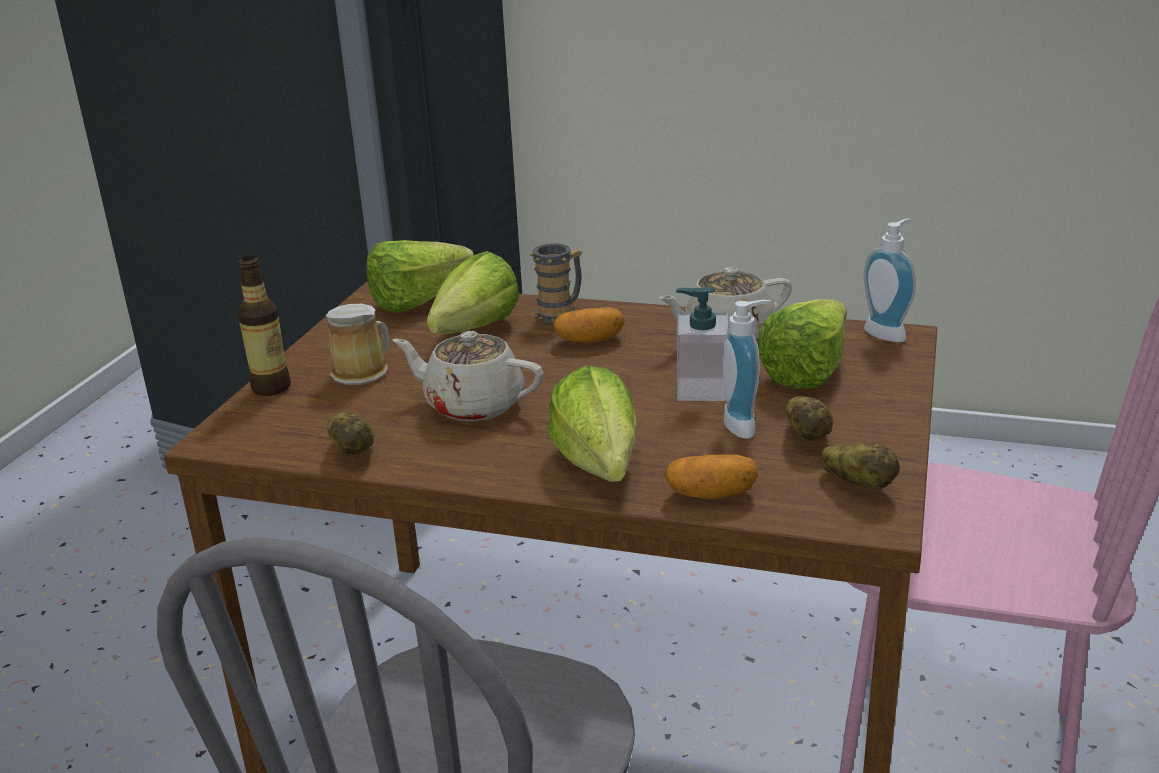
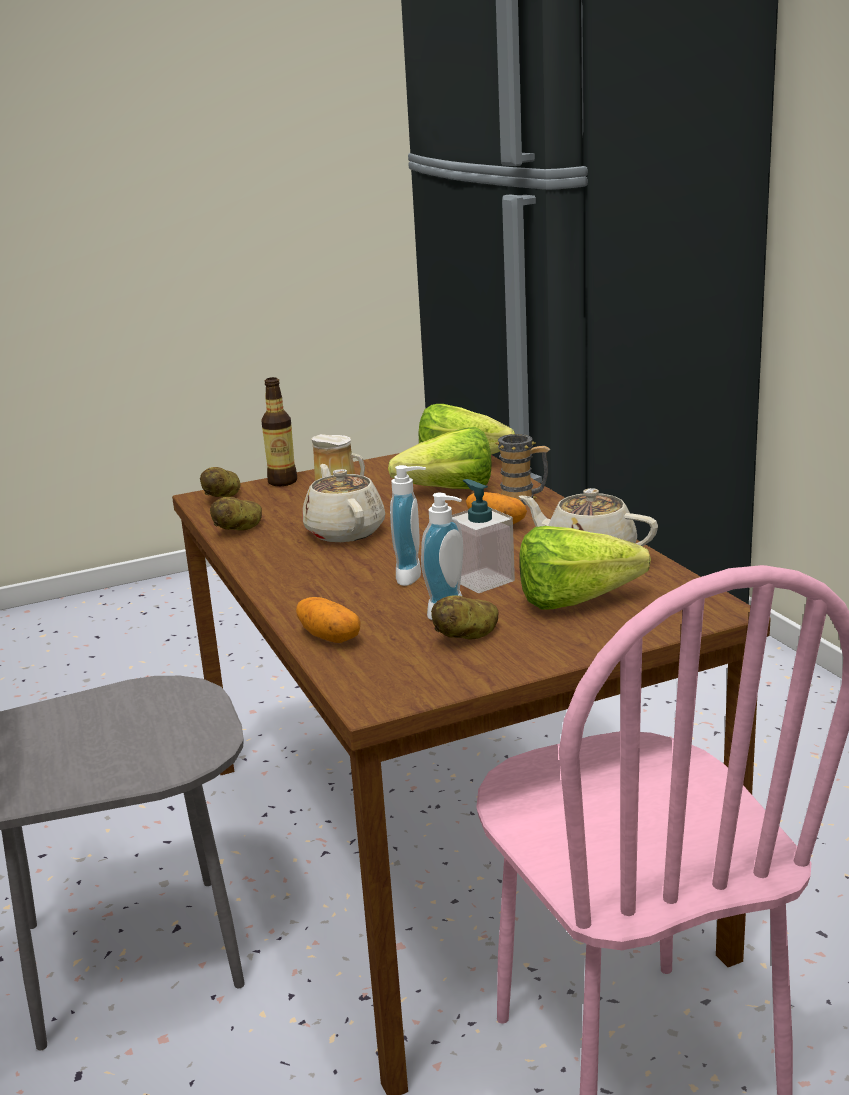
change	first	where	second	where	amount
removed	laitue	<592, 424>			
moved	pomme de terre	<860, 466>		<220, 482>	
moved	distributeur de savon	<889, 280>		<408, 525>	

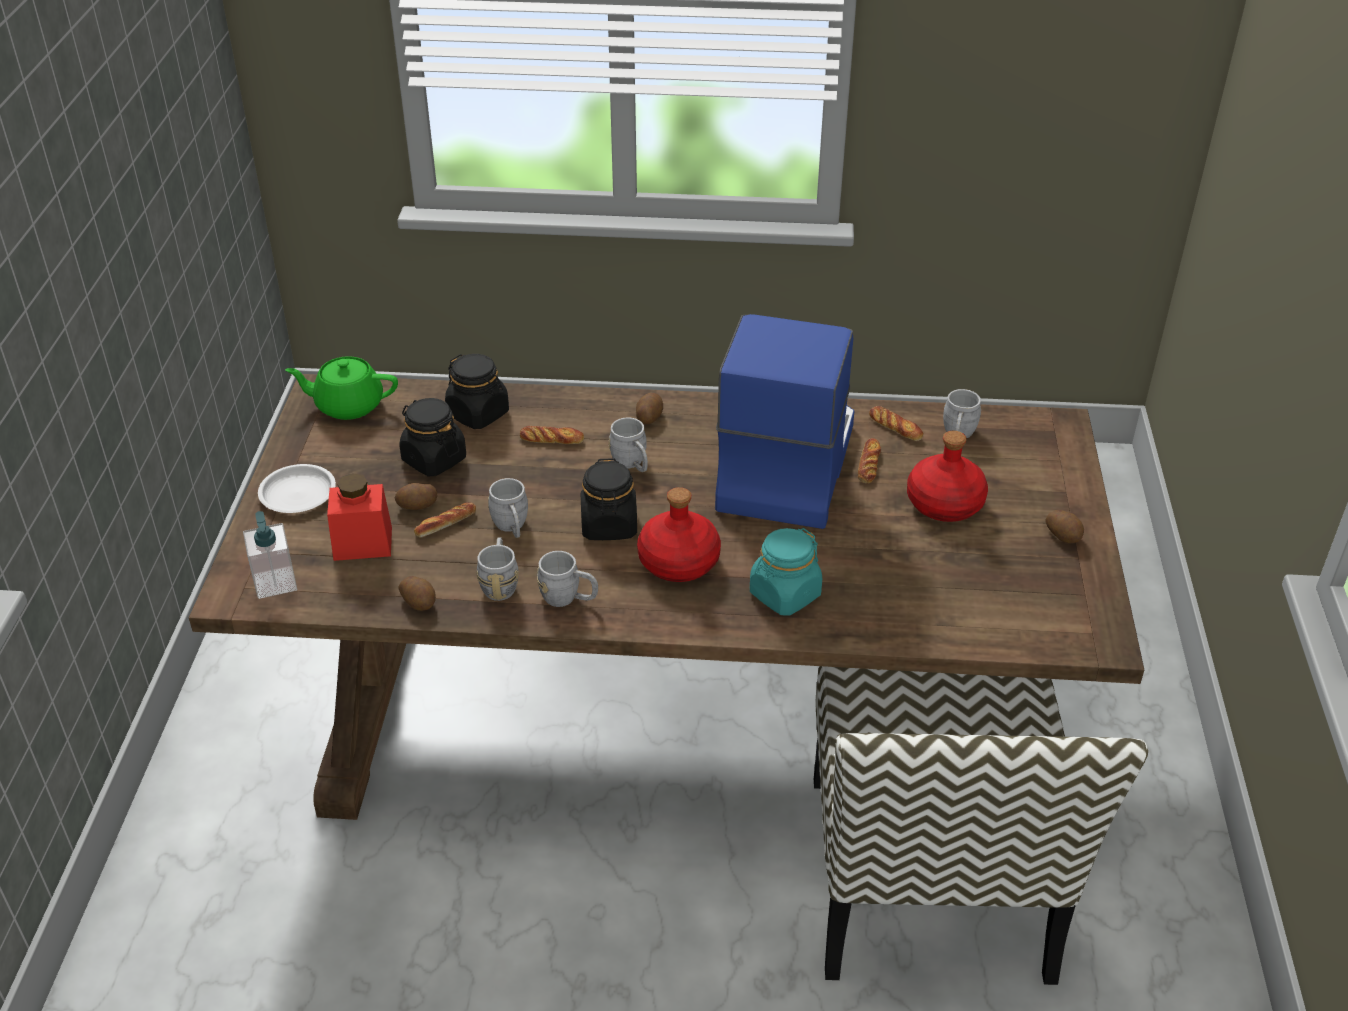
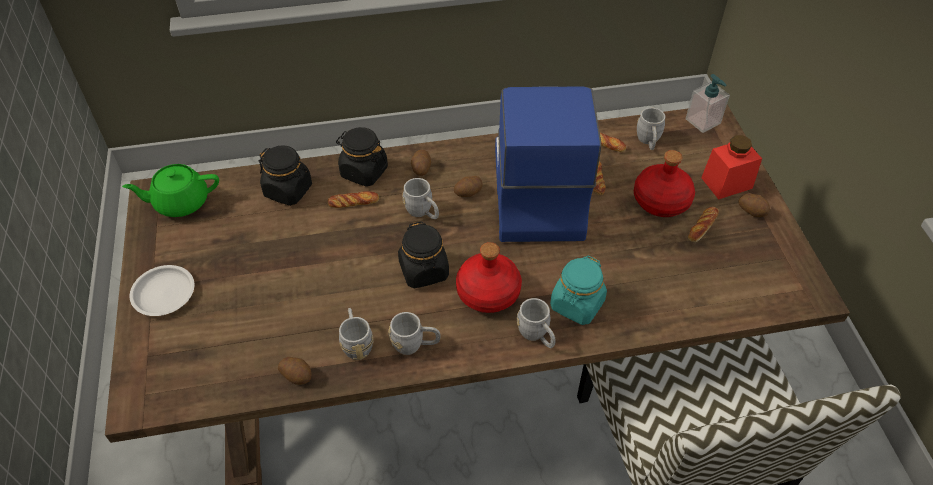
change	first	where	second	where	amount
moved	distributeur de savon	<270, 555>		<708, 103>	
moved	bocal/rouge	<359, 517>		<731, 167>	
moved	pomme de terre	<416, 496>		<468, 186>	
moved	bocal/noir	<432, 437>		<362, 157>	
moved	pain	<445, 520>		<703, 224>	
moved	mug/gris	<508, 508>		<536, 323>	

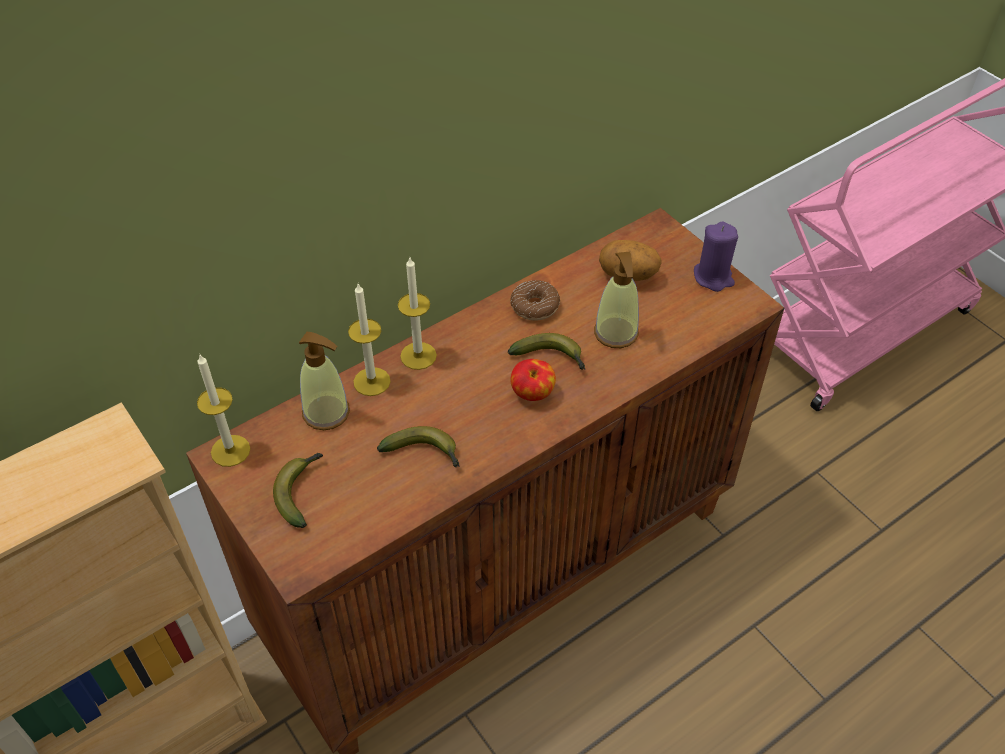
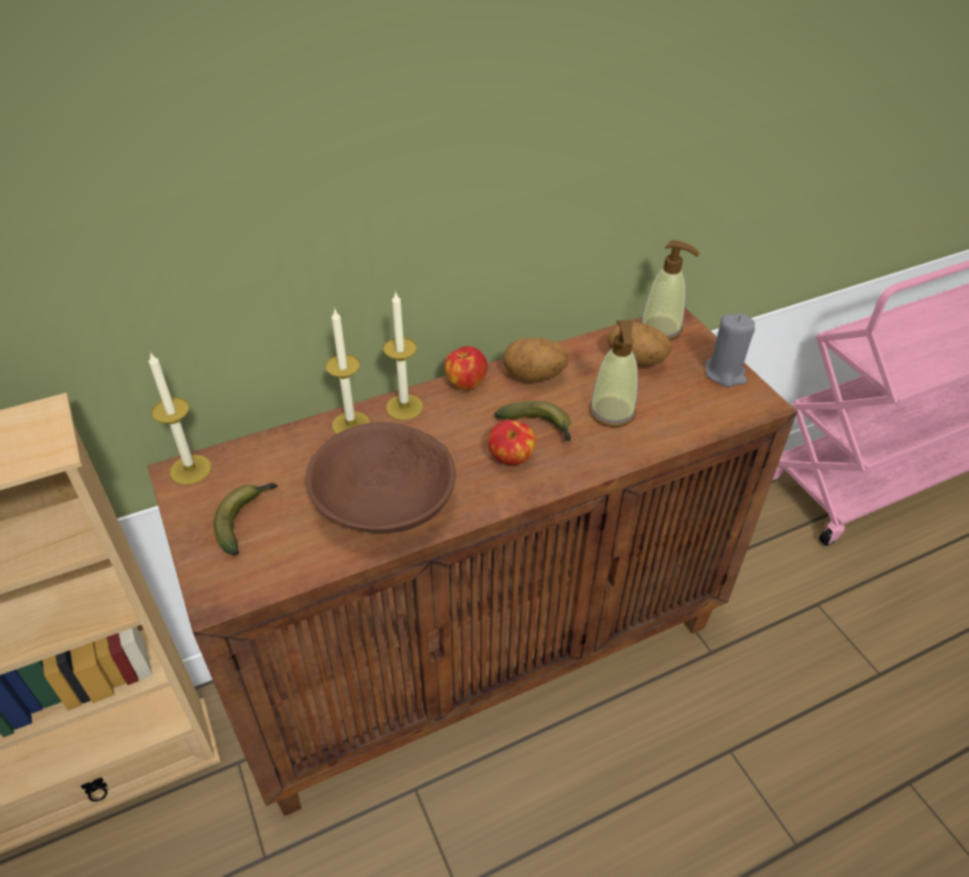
change	first	where	second	where	amount
added			pomme	<466, 368>	
moved	distributeur de savon	<324, 381>		<670, 290>	
replaced	banane	<418, 446>	bol/marron	<380, 477>	
replaced	beignet	<535, 300>	pomme de terre	<536, 359>	
recoloured	bougie/violet	<716, 257>	bougie/gris	<730, 350>	

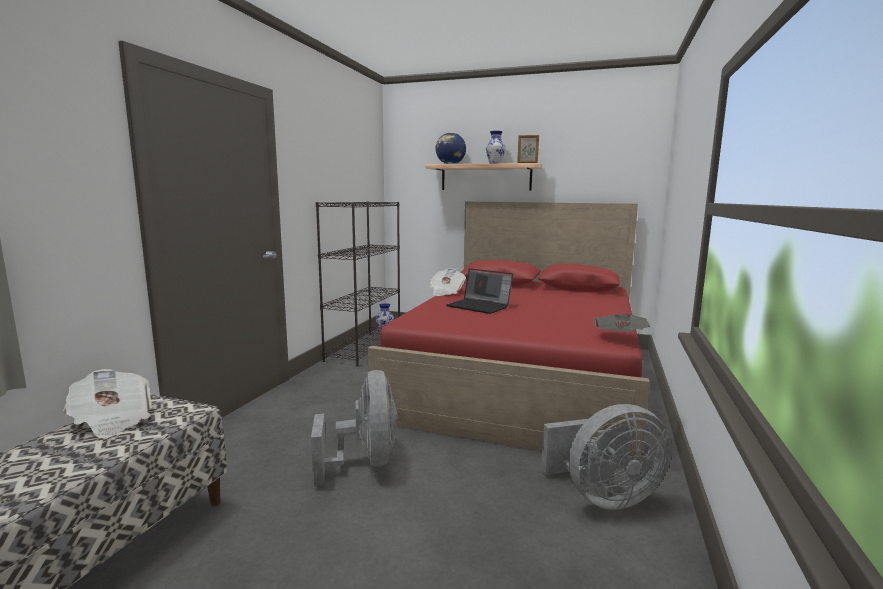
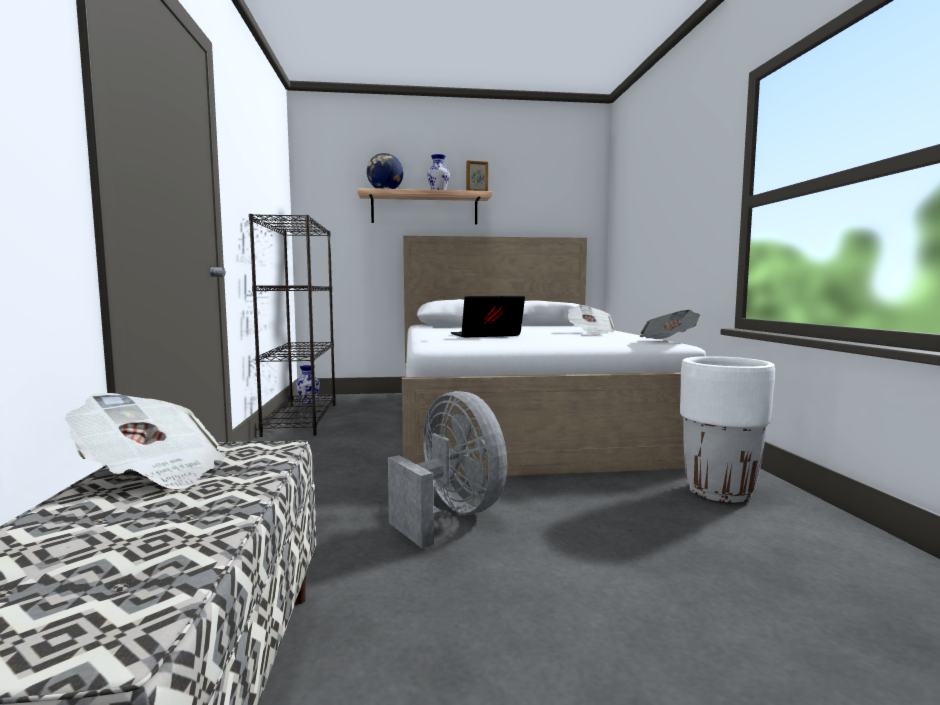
change	first	where	second	where	amount
moved	journal	<448, 282>		<590, 320>	
replaced	ventilateur/gris	<606, 457>	cache-pot/blanc	<727, 429>	
recoloured	lit/rouge	<508, 328>	lit/blanc	<554, 357>	
turned	ordinateur portable	<479, 291>		<488, 317>	150 degrees clockwise

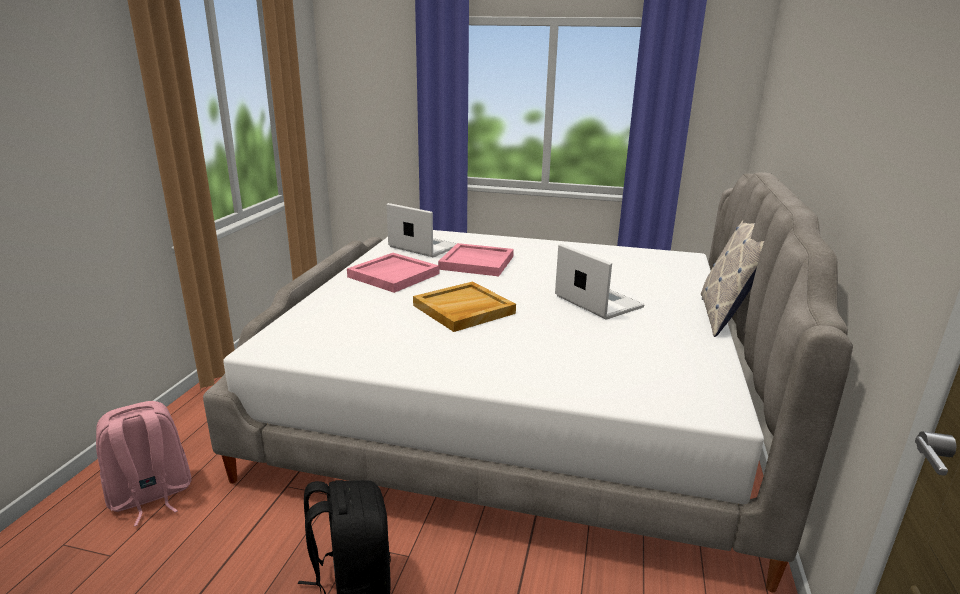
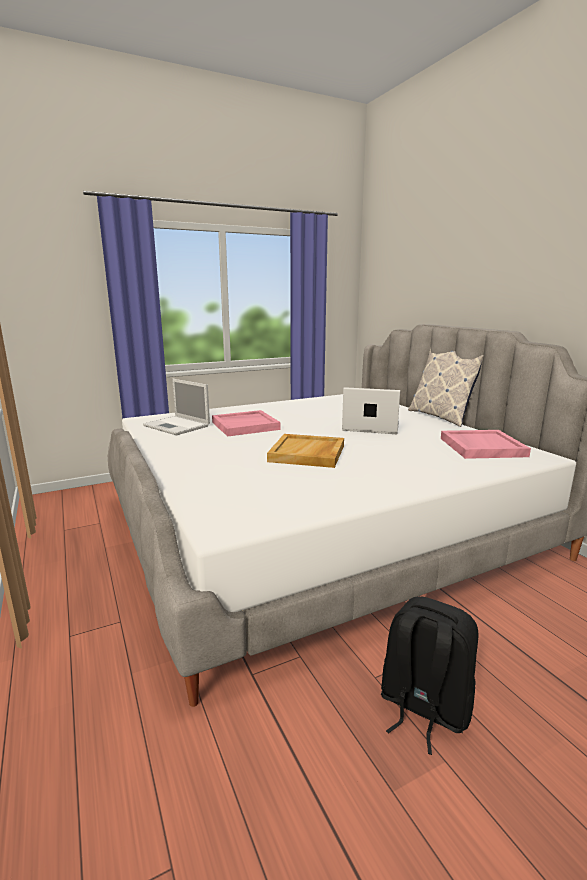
change	first	where	second	where	amount
removed	sac à dos/rose	<144, 463>			
moved	plateau/rose	<393, 273>		<486, 444>	
turned	ordinateur portable	<421, 230>		<176, 407>	135 degrees counterclockwise

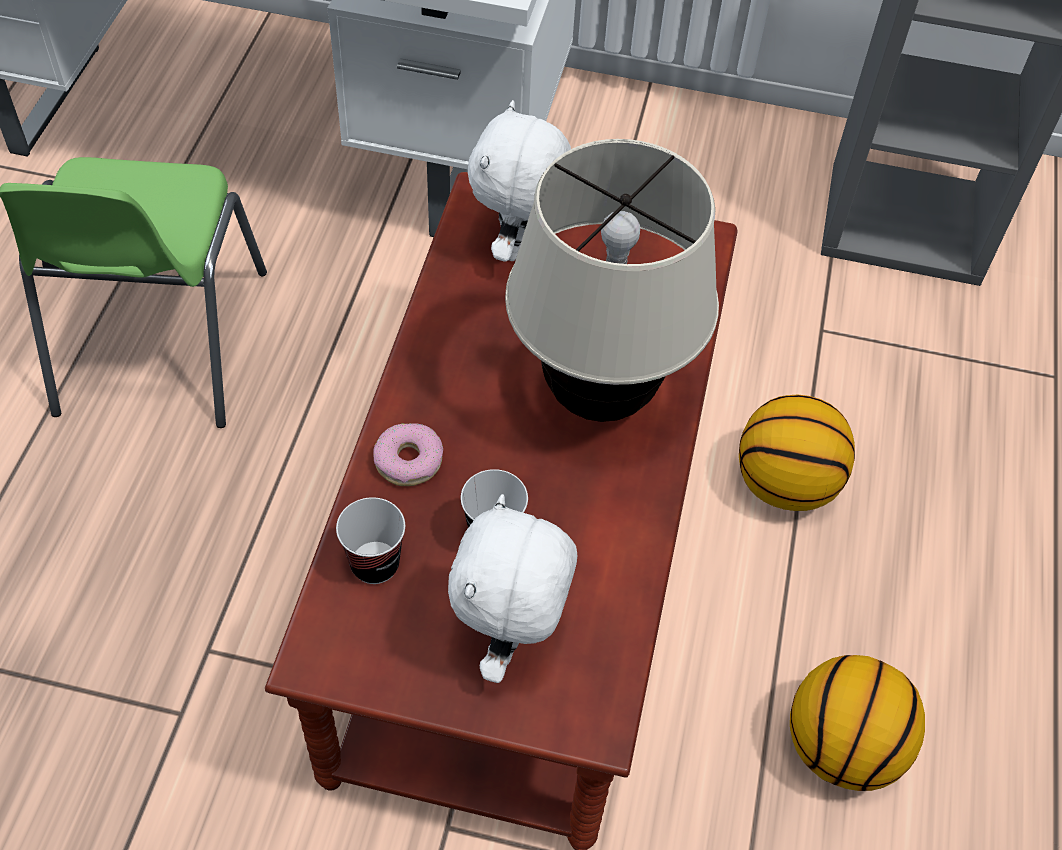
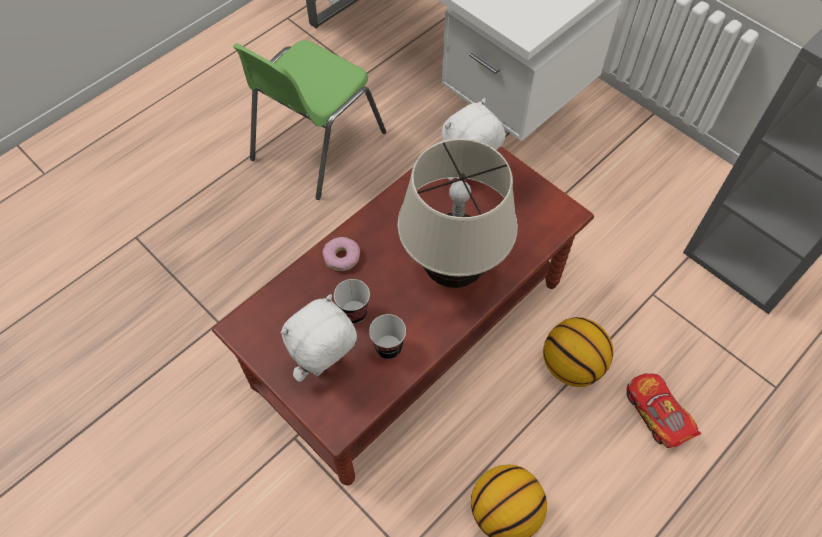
change	first	where	second	where	amount
added			petite voiture	<663, 410>	
moved	tasse	<370, 540>		<387, 336>	

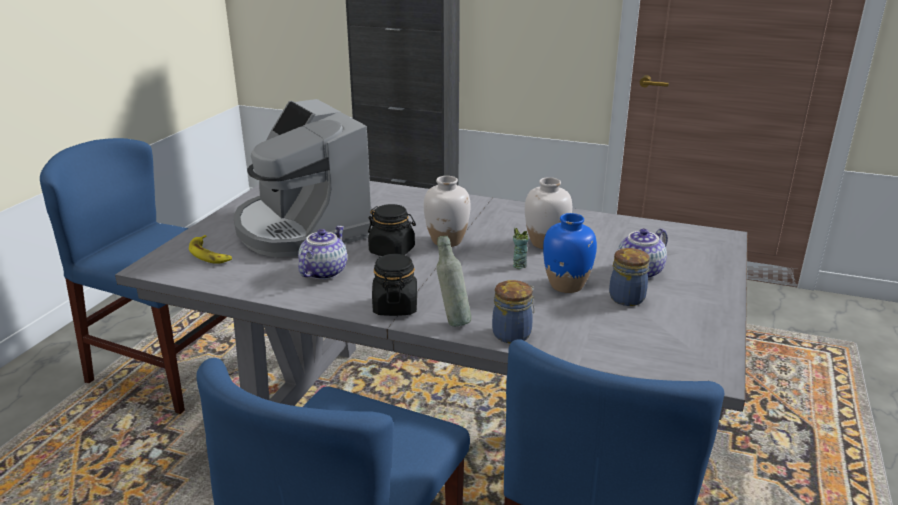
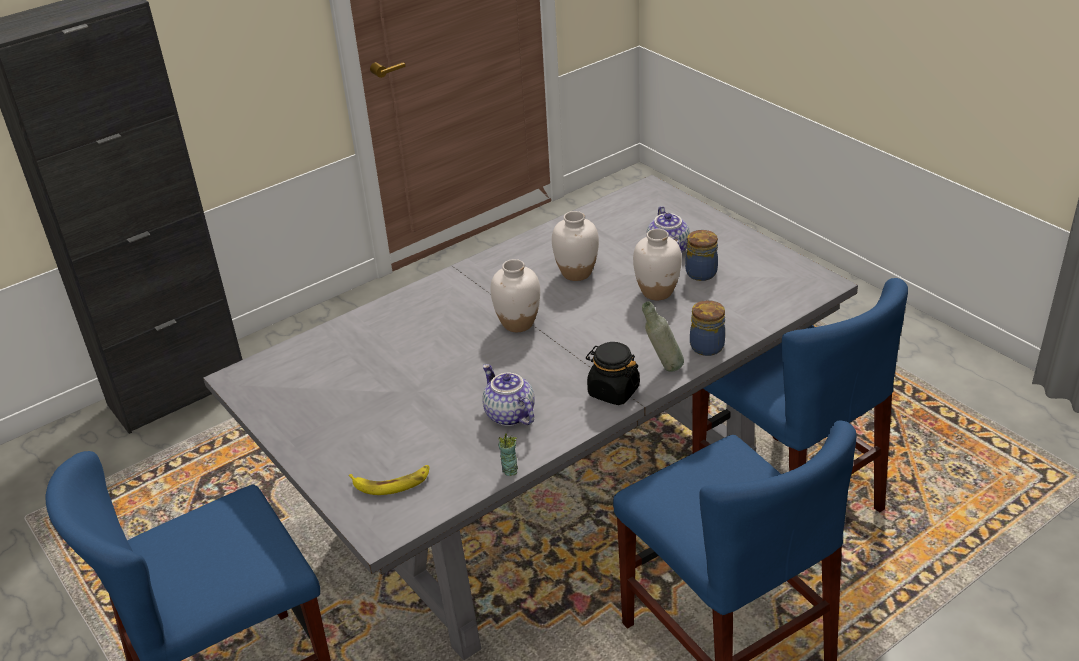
change	first	where	second	where	amount
removed	machine à café	<303, 178>			
removed	bocal/noir	<392, 230>			
moved	tasse	<521, 248>		<508, 454>	
recoloured	vase/bleu	<570, 253>	vase/blanc	<657, 264>	

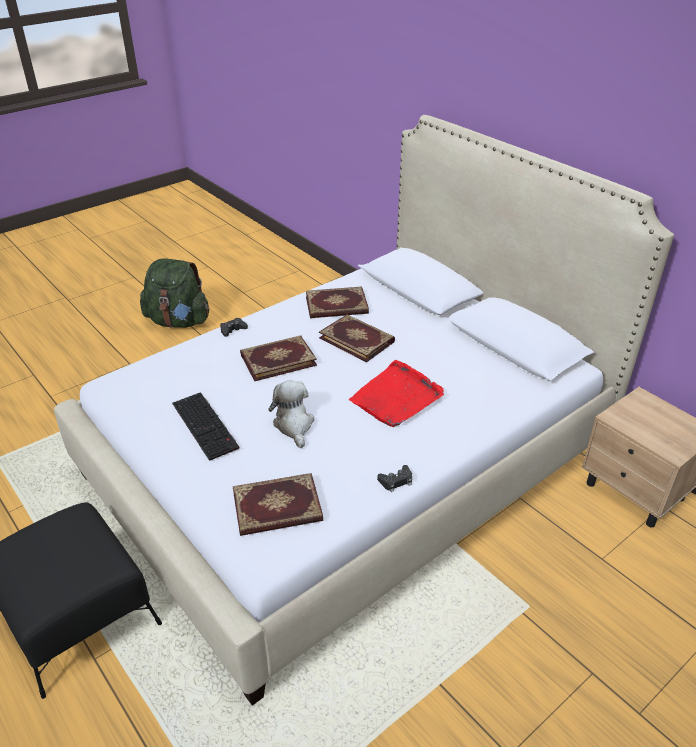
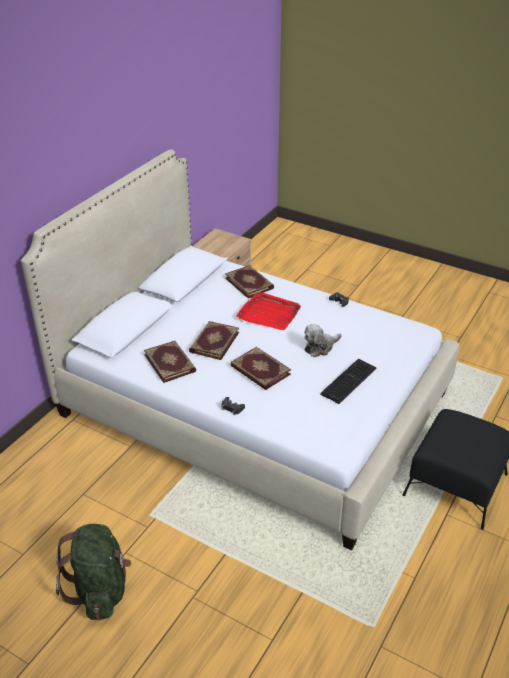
change	first	where	second	where	amount
moved	livre	<278, 504>		<249, 281>	

